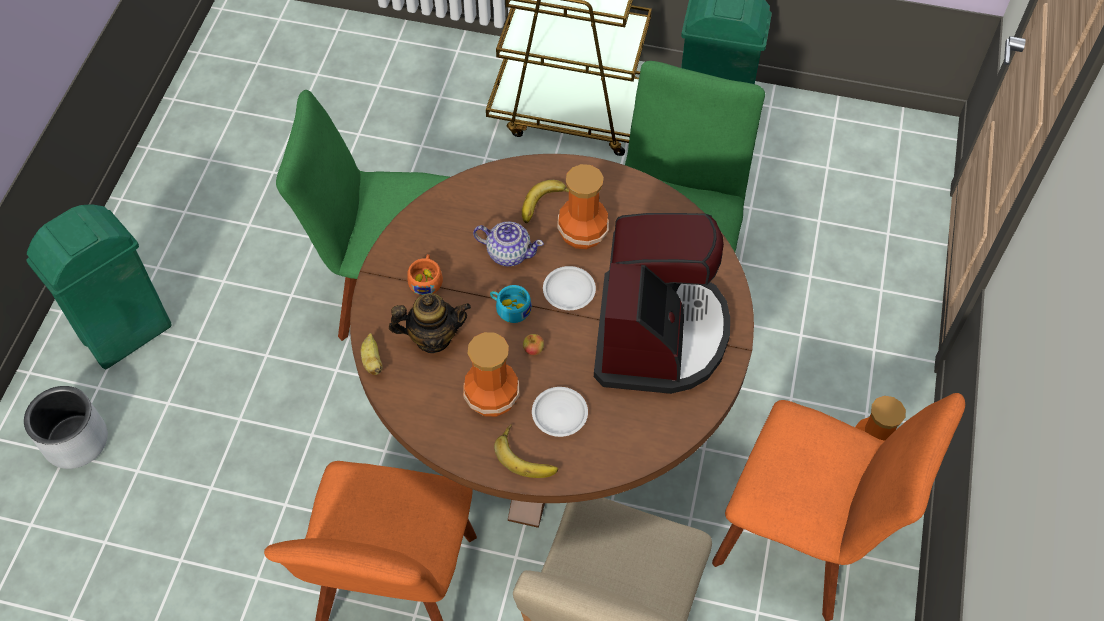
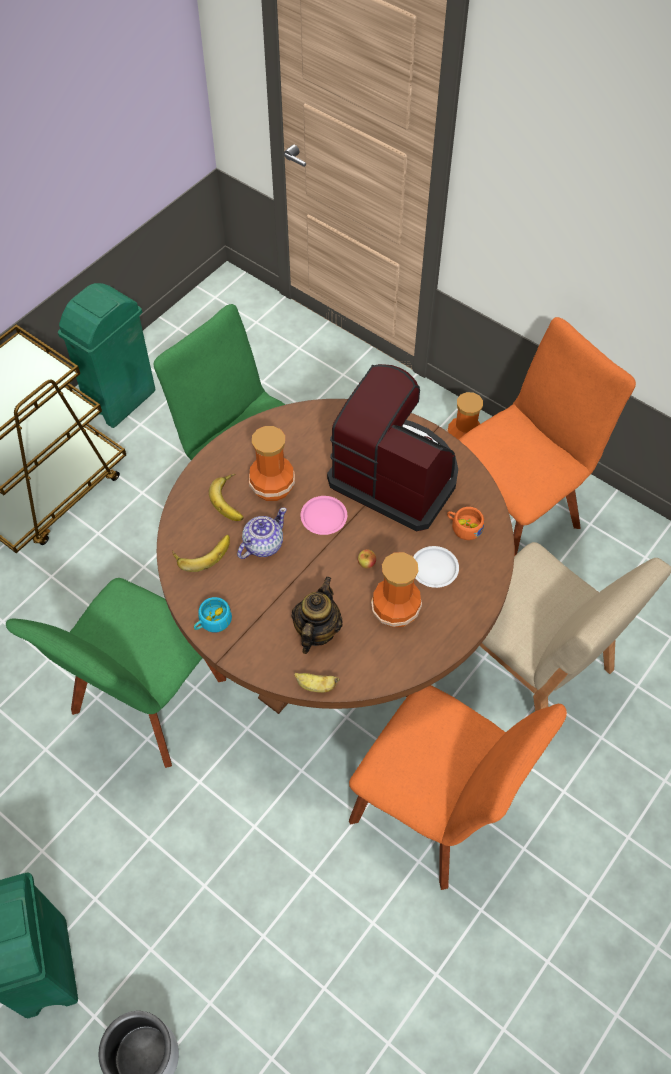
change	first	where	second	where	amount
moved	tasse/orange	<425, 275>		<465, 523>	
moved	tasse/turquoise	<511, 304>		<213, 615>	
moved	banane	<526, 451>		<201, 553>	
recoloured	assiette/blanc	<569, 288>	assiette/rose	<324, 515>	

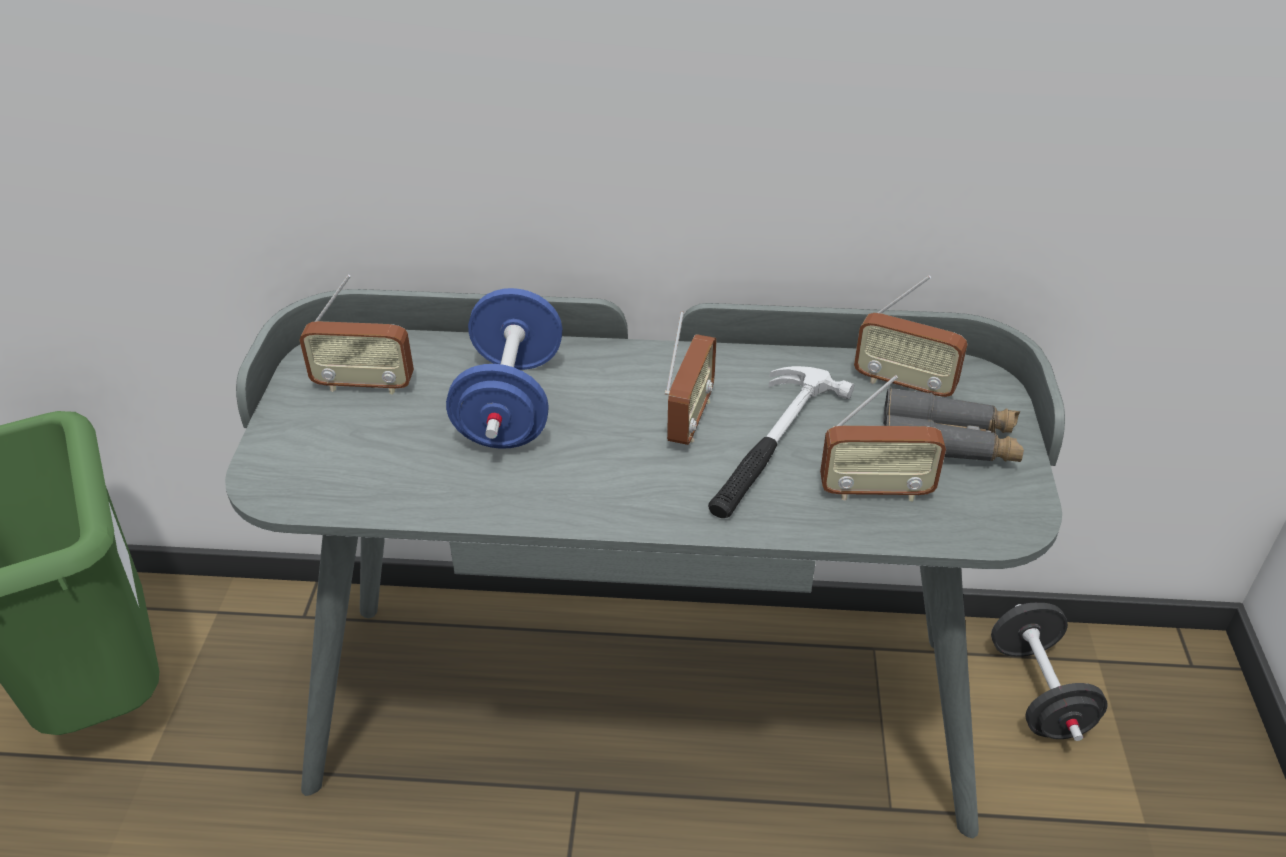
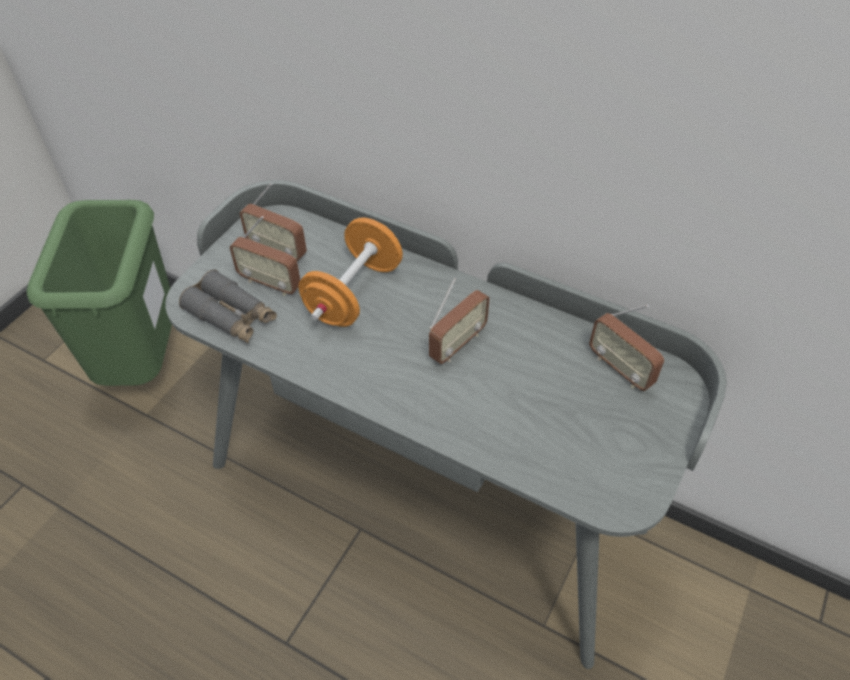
change	first	where	second	where	amount
removed	marteau	<781, 442>			
removed	haltère/noir	<1049, 672>			
moved	radio	<883, 438>		<265, 256>	
moved	jumelles/gris	<953, 424>		<228, 306>	
recoloured	haltère/bleu	<504, 368>	haltère/orange	<350, 272>	

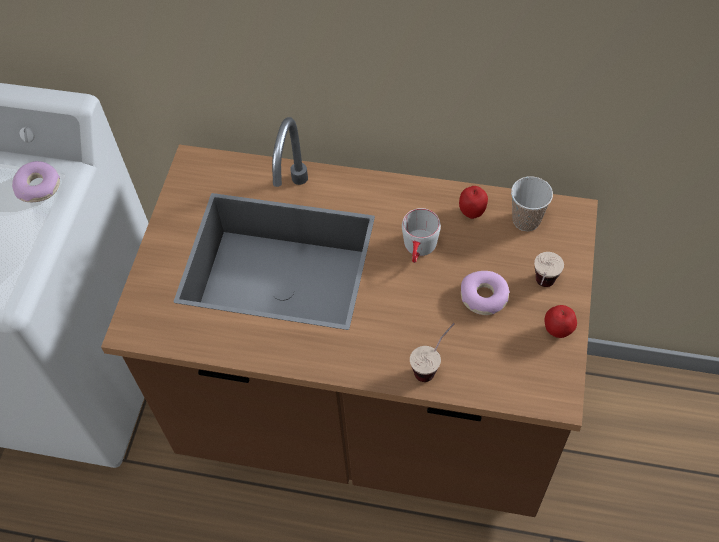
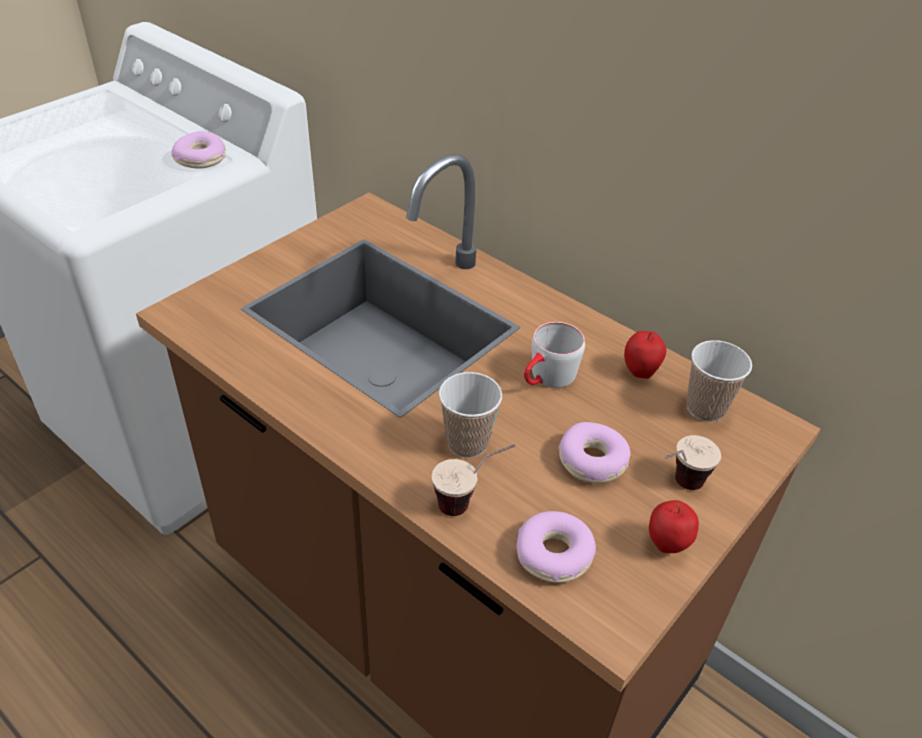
change	first	where	second	where	amount
added			tasse	<470, 415>	
added			beignet	<556, 547>	

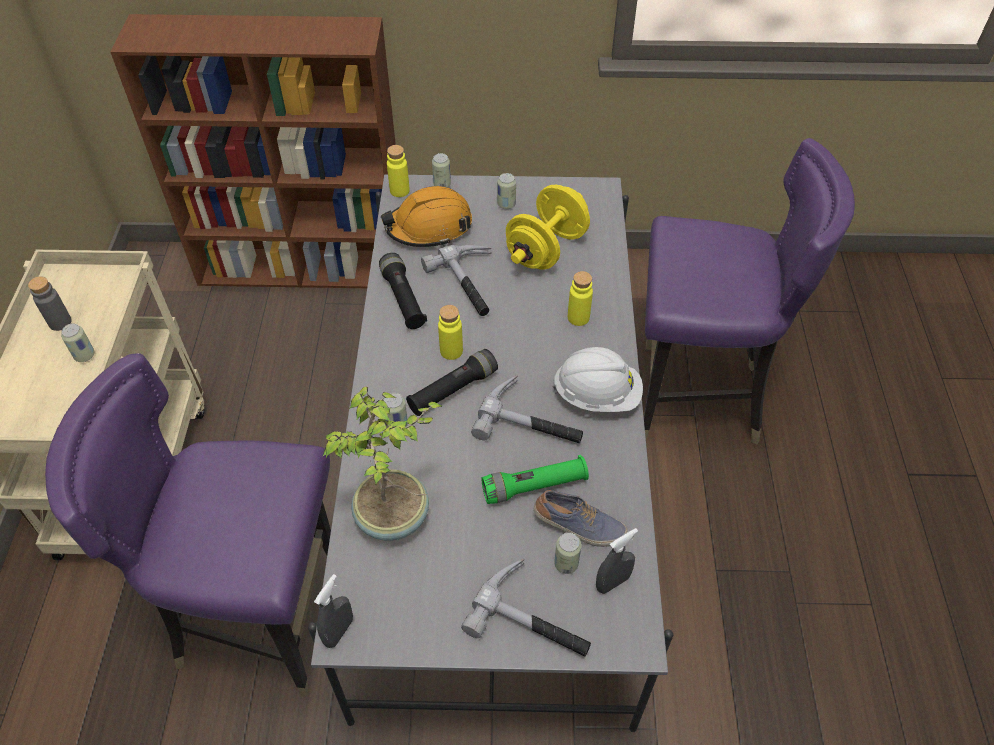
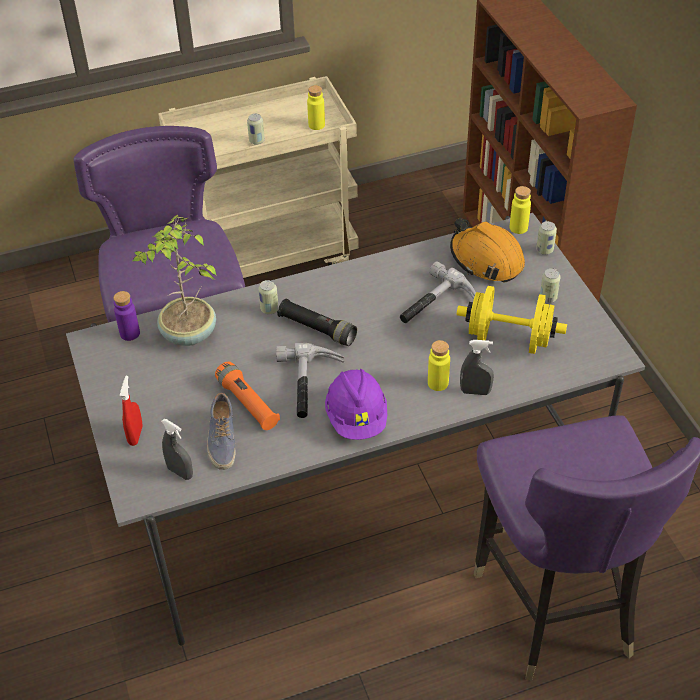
change	first	where	second	where	amount
removed	bouteille/gris	<50, 303>			
removed	lampe de poche/noir	<403, 291>			
removed	boîte métallique	<568, 553>			
added			bouteille/violet	<126, 316>	
moved	vaporisateur/gris	<333, 611>		<477, 367>	
moved	bouteille/jaune	<450, 332>		<316, 107>	
replaced	marteau	<526, 608>	vaporisateur/rouge	<131, 411>	
recoloured	lampe de poche/vert	<535, 479>	lampe de poche/orange	<247, 396>	
recoloured	casque de chantier/blanc	<597, 379>	casque de chantier/violet	<356, 404>	

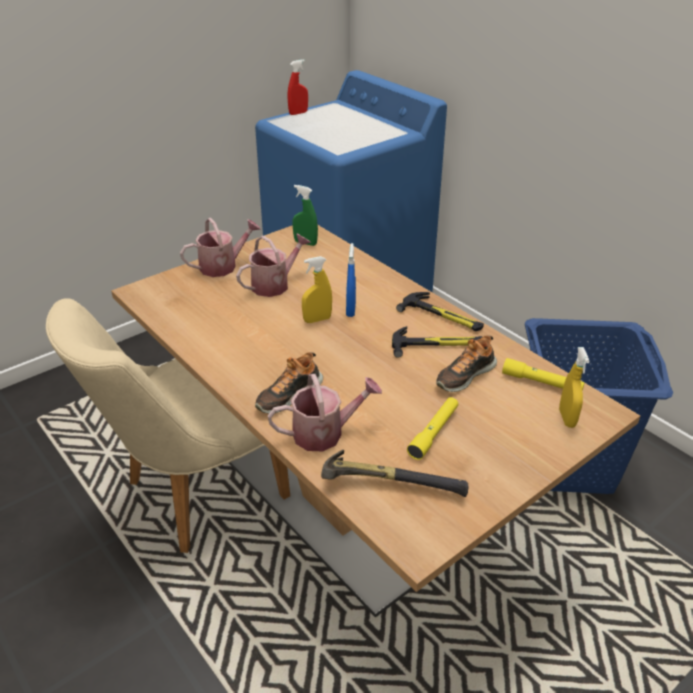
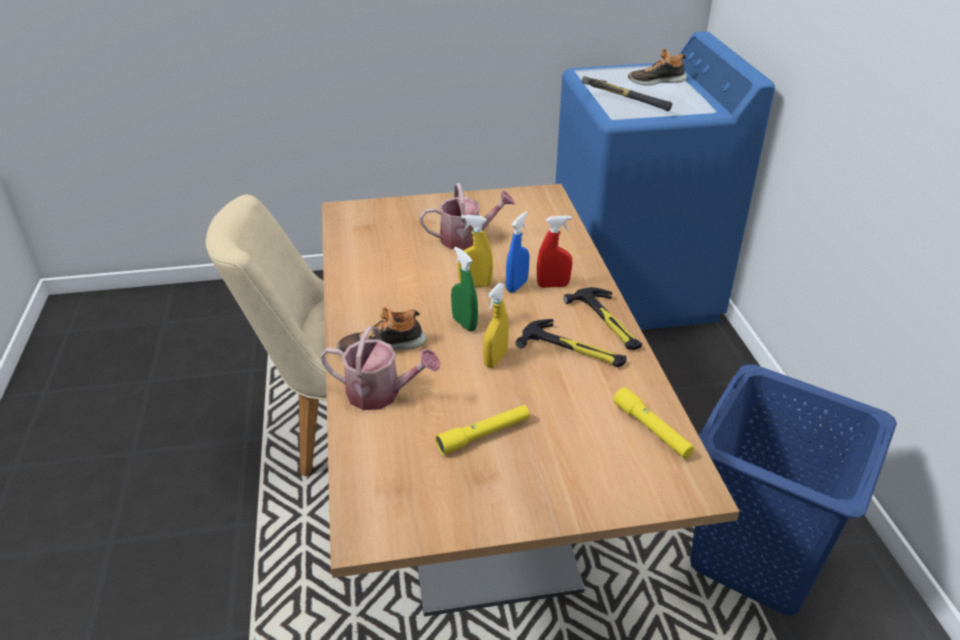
change	first	where	second	where	amount
removed	arrosoir	<220, 247>			
moved	vaporisateur/rouge	<298, 87>		<555, 251>	
moved	vaporisateur/vert	<305, 215>		<464, 289>	
moved	marteau	<394, 473>		<627, 93>	
moved	chaussure	<466, 364>		<657, 67>	
moved	vaporisateur/jaune	<574, 387>		<496, 325>	

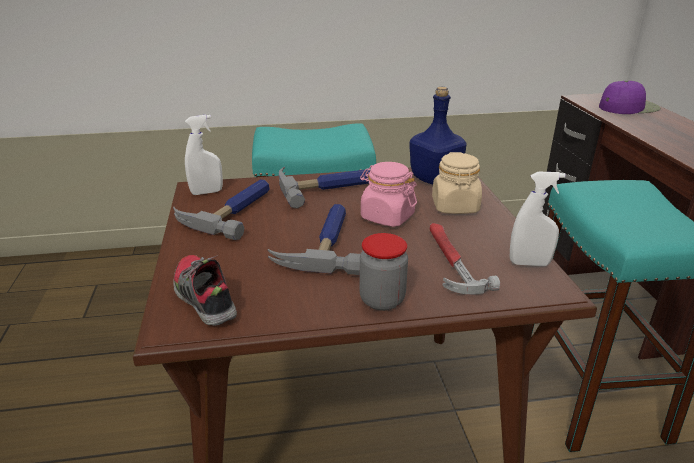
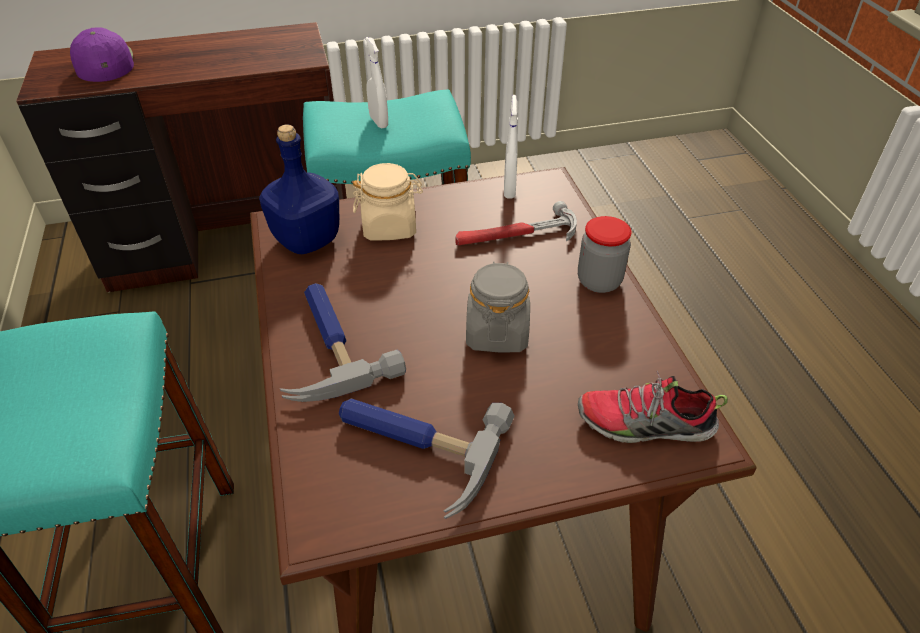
change	first	where	second	where	amount
removed	bocal/rose	<388, 194>			
moved	vaporisateur/blanc	<204, 155>		<376, 82>	
replaced	marteau	<314, 239>	bocal/gris	<498, 306>	
turned	chaussure	<205, 290>		<653, 407>	45 degrees clockwise

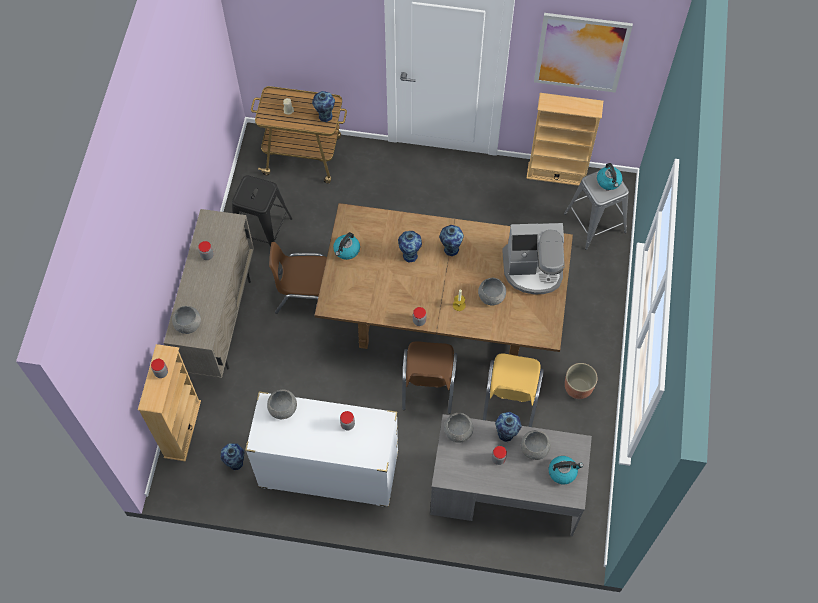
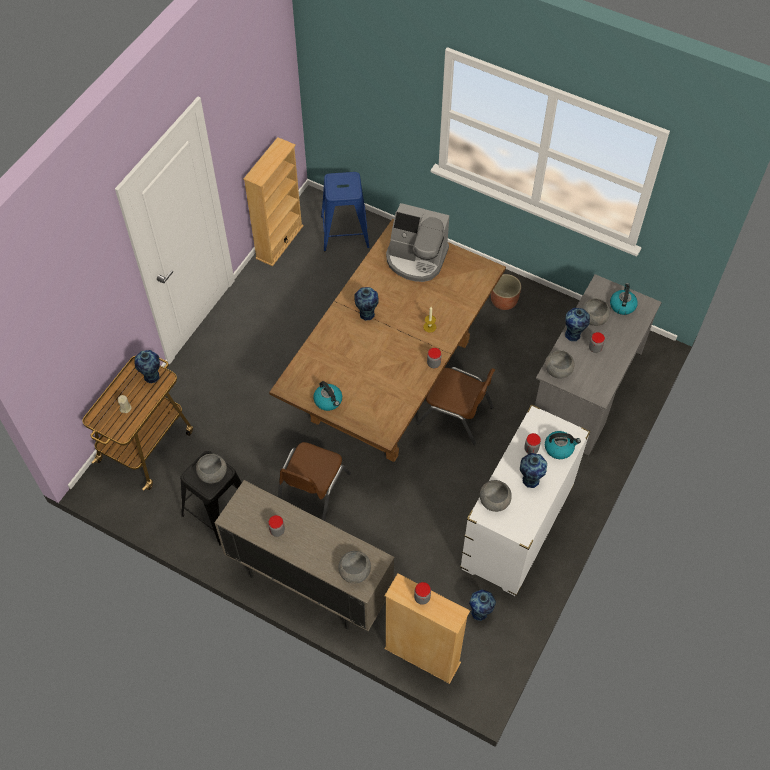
change	first	where	second	where	amount
removed	chaise/jaune	<513, 390>			
removed	tableau	<583, 53>			
moved	vase	<410, 246>		<533, 470>	
moved	bol/gris	<492, 291>		<211, 468>	
moved	bouilloire	<609, 176>		<563, 445>	
recoloured	tabouret/gris	<596, 210>	tabouret/bleu	<345, 211>	
turned	machine à café	<533, 259>		<417, 242>	90 degrees clockwise

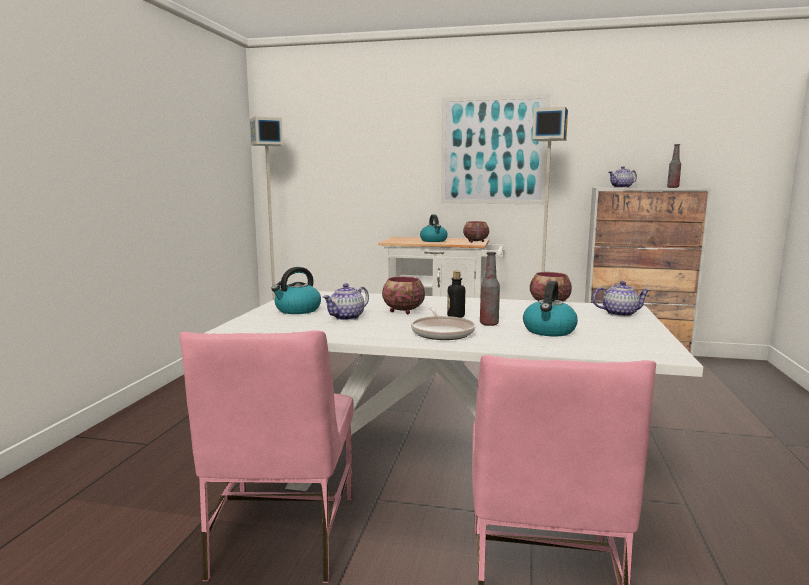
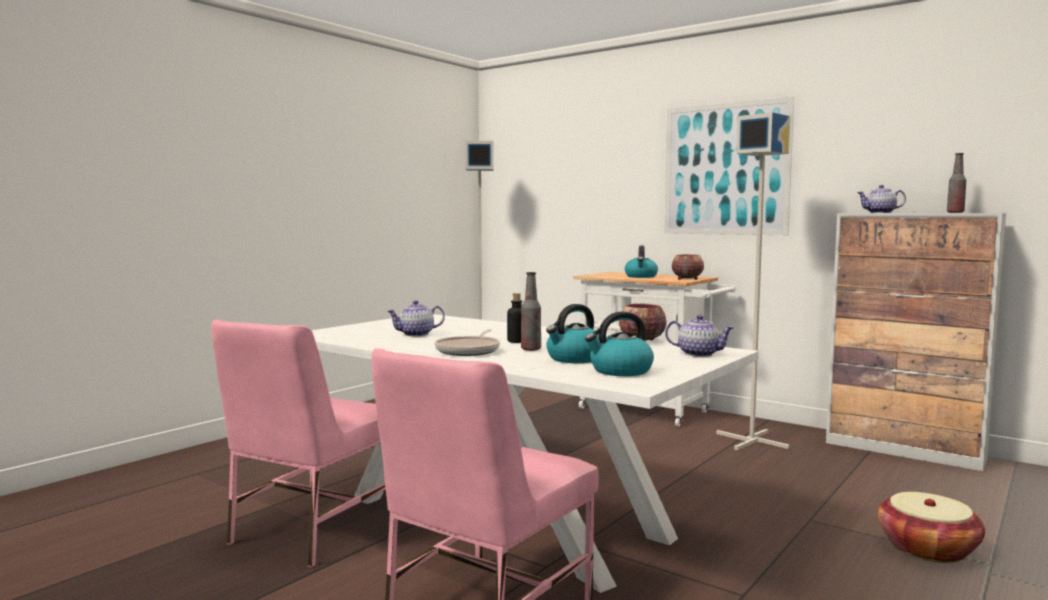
change	first	where	second	where	amount
removed	bol	<403, 295>			
added			panier	<931, 527>	
moved	bouilloire	<296, 290>		<619, 343>	

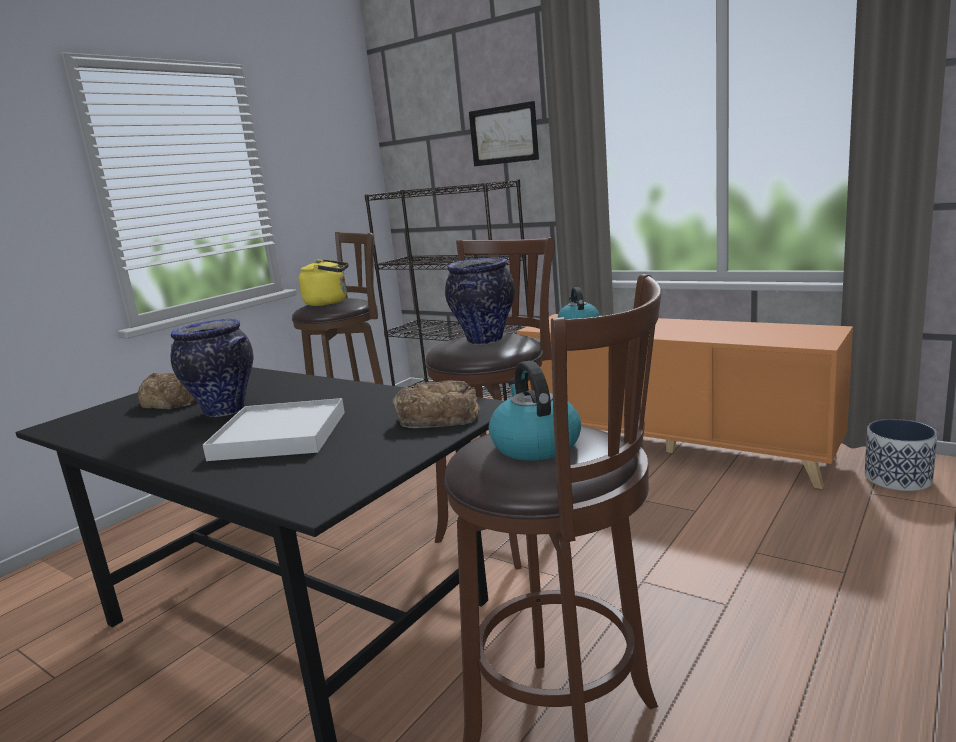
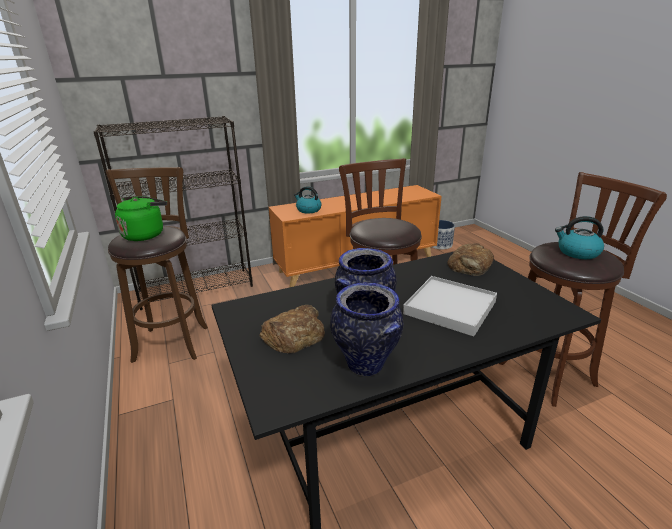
change	first	where	second	where	amount
removed	tableau	<504, 133>			
moved	vase	<480, 301>		<366, 329>	
recoloured	bouilloire/jaune	<323, 282>	bouilloire/vert	<141, 218>	

